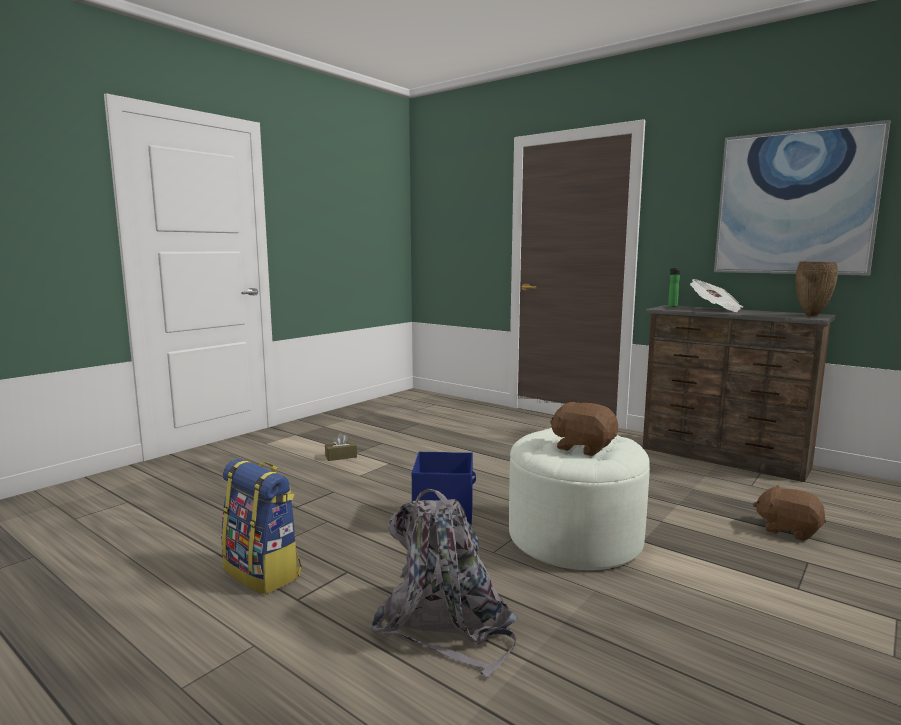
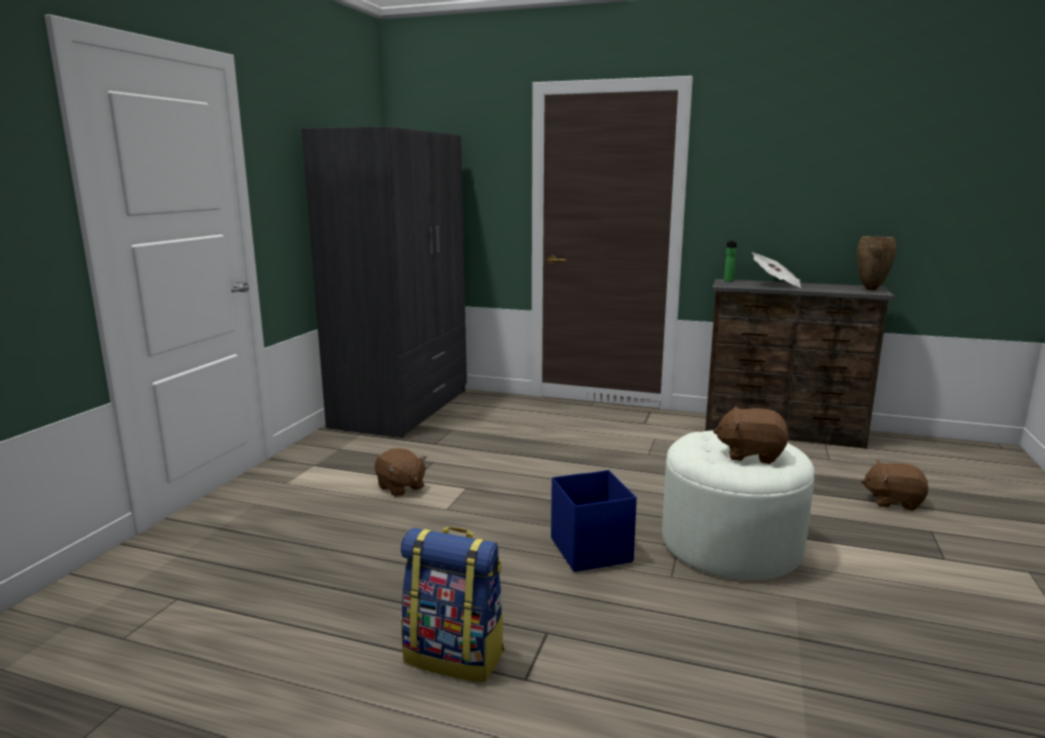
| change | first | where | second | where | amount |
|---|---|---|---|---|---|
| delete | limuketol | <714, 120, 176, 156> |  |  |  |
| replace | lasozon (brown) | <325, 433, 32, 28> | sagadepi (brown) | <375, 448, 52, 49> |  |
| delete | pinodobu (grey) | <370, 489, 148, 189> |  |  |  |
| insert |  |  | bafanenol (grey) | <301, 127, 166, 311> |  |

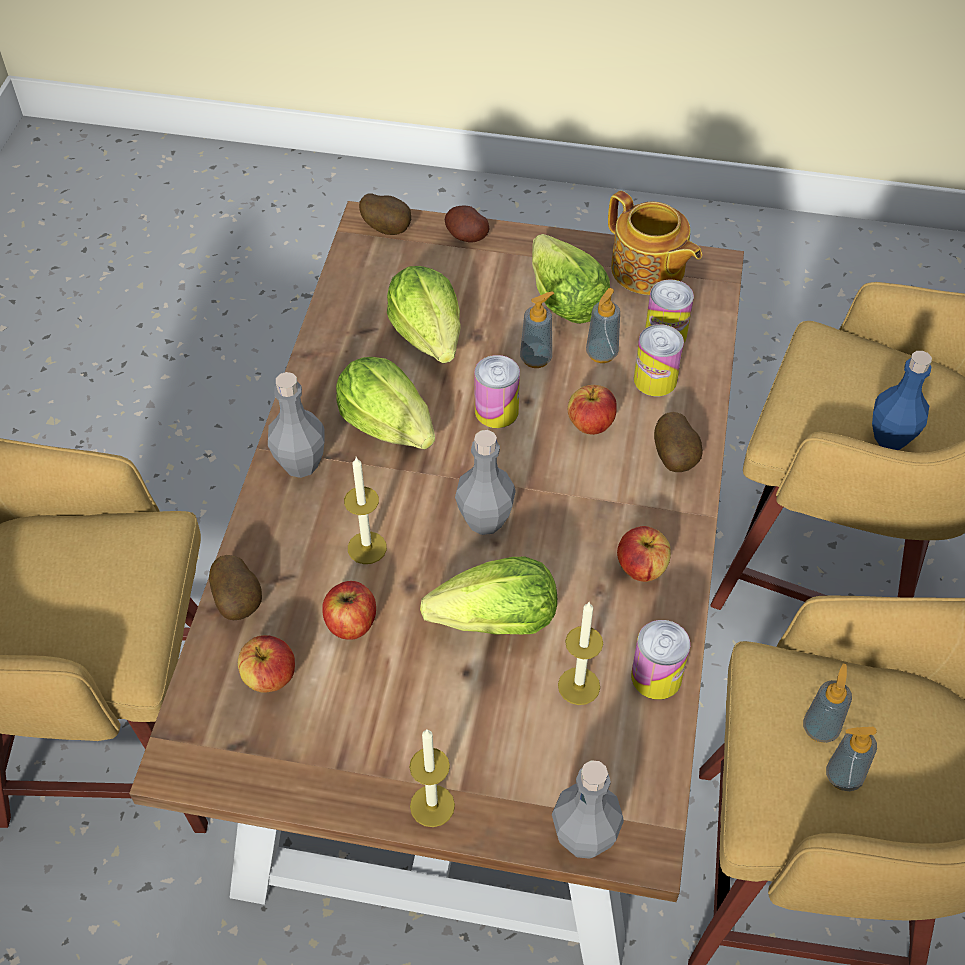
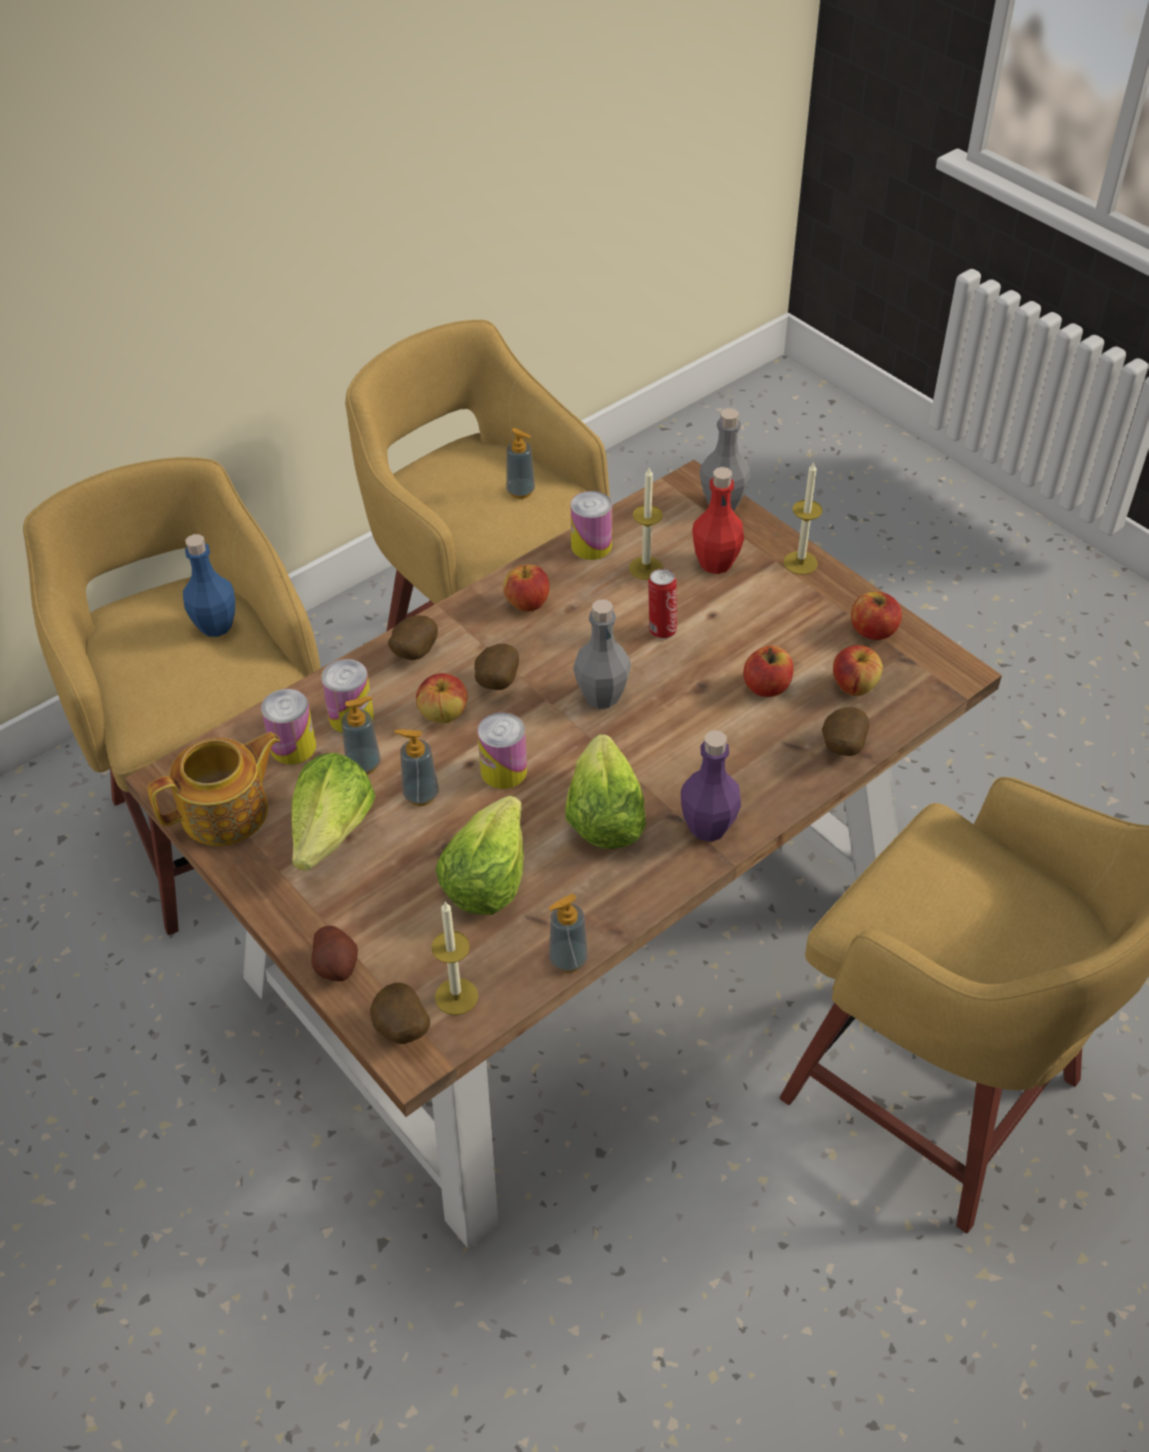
| change | first | where | second | where | amount |
|---|---|---|---|---|---|
| rotate | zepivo | <608, 191, 94, 104> |  | <147, 732, 134, 114> | 60 degrees clockwise |
| recolor | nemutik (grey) | <268, 372, 57, 106> | nemutik (purple) | <681, 730, 60, 112> |  |
| move | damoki | <344, 457, 43, 107> |  | <431, 901, 47, 114> |  |
| replace | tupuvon | <420, 557, 137, 78> | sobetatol | <648, 569, 29, 70> |  |
| move | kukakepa | <803, 664, 49, 79> |  | <548, 894, 40, 79> |  |
| insert |  |  | nemutik (red) | <692, 467, 52, 107> |  |
| insert |  |  | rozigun | <851, 592, 51, 48> |  |
| insert |  |  | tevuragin | <474, 644, 45, 46> |  |

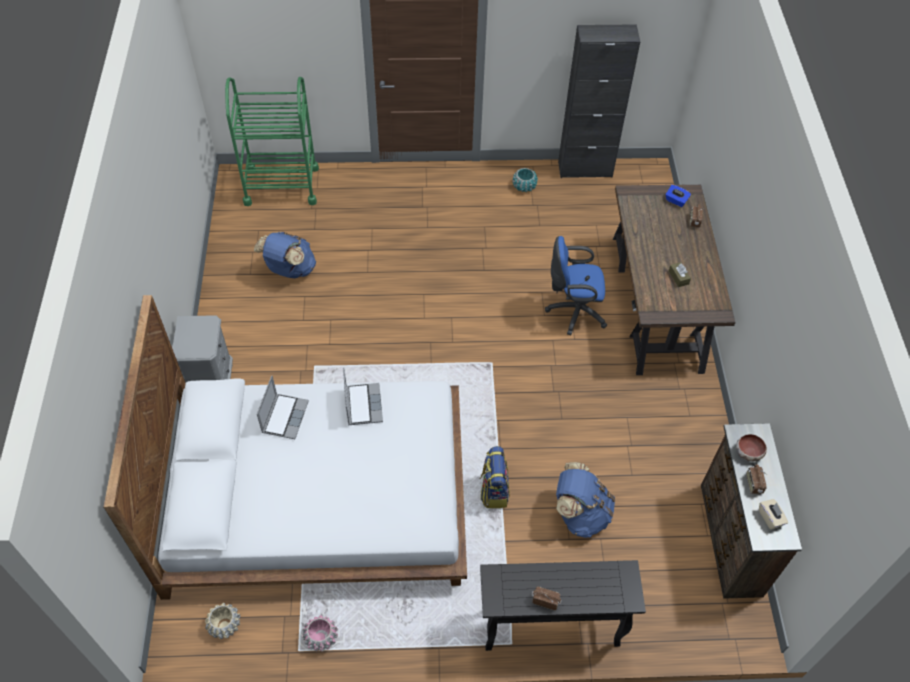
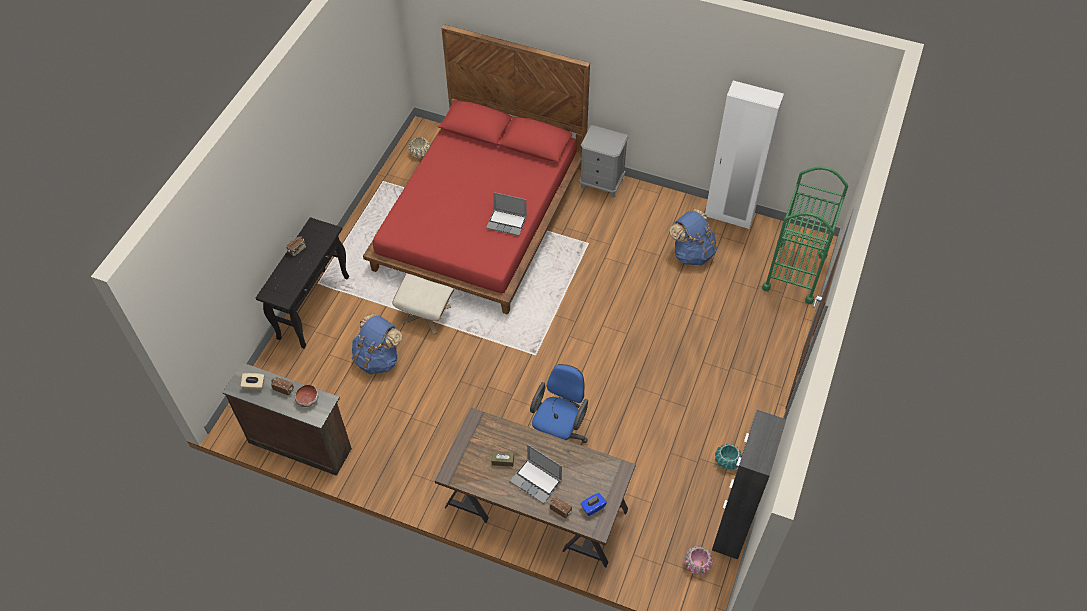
| change | first | where | second | where | amount |
|---|---|---|---|---|---|
| recolor | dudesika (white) | <103, 295, 364, 305> | dudesika (red) | <363, 24, 227, 291> |  |
| move | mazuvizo | <257, 376, 52, 63> |  | <510, 444, 52, 60> |  |
| replace | pinodobu | <480, 446, 30, 62> | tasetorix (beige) | <392, 274, 62, 60> |  |
| move | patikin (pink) | <303, 615, 35, 37> |  | <684, 546, 29, 29> |  |
| insert |  |  | bafanenol (white) | <705, 81, 79, 148> |  |

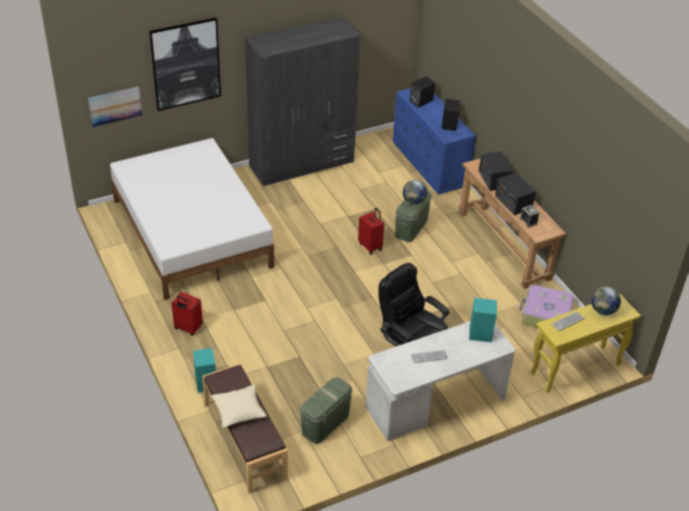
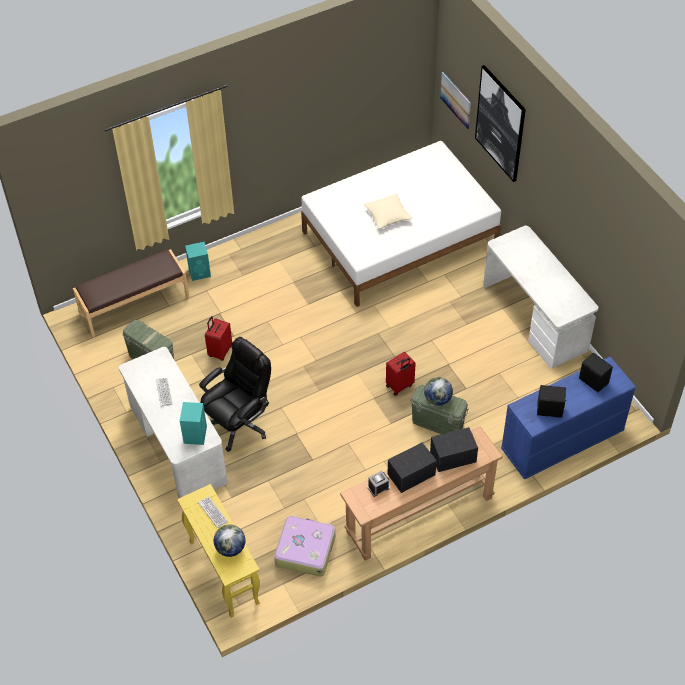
| change | first | where | second | where | amount |
|---|---|---|---|---|---|
| replace | bafanenol (grey) | <245, 17, 115, 170> | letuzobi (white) | <483, 226, 116, 143> |  |
| move | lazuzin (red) | <172, 292, 31, 44> |  | <205, 316, 27, 45> |  |
| move | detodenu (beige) | <212, 384, 54, 44> |  | <364, 193, 48, 36> |  |

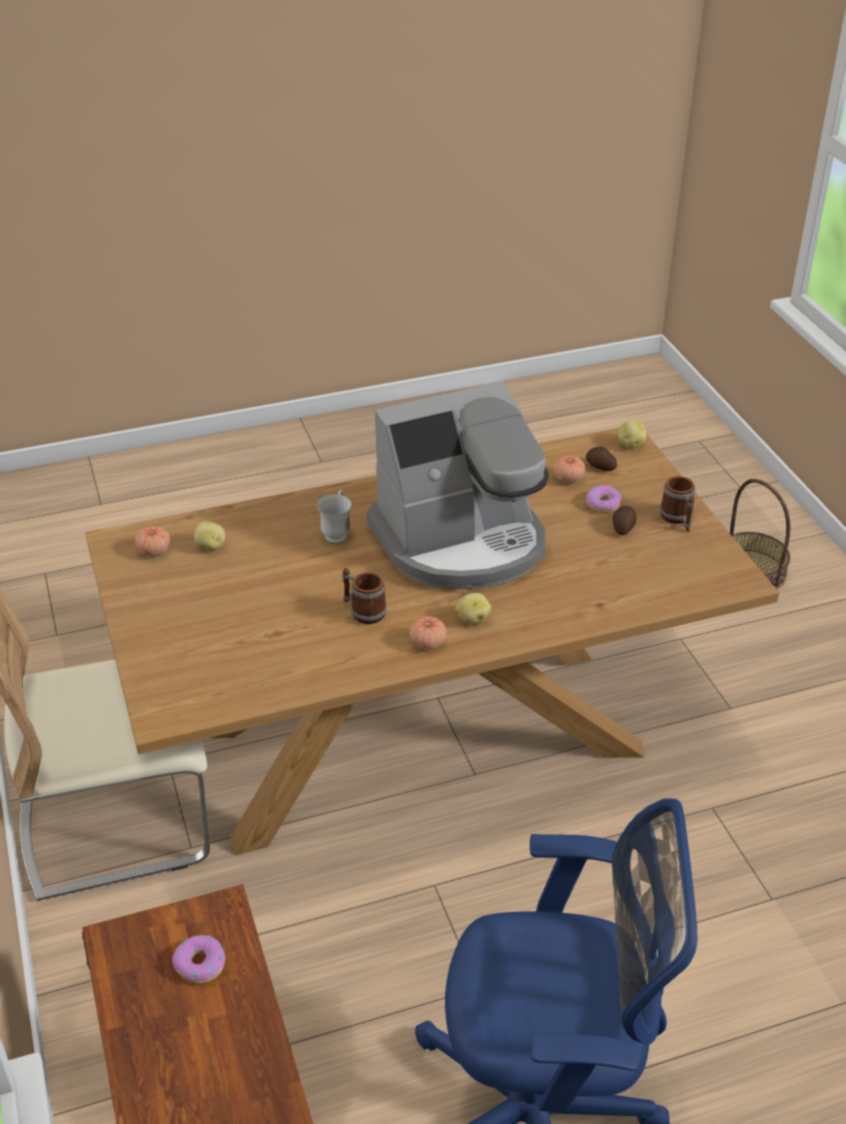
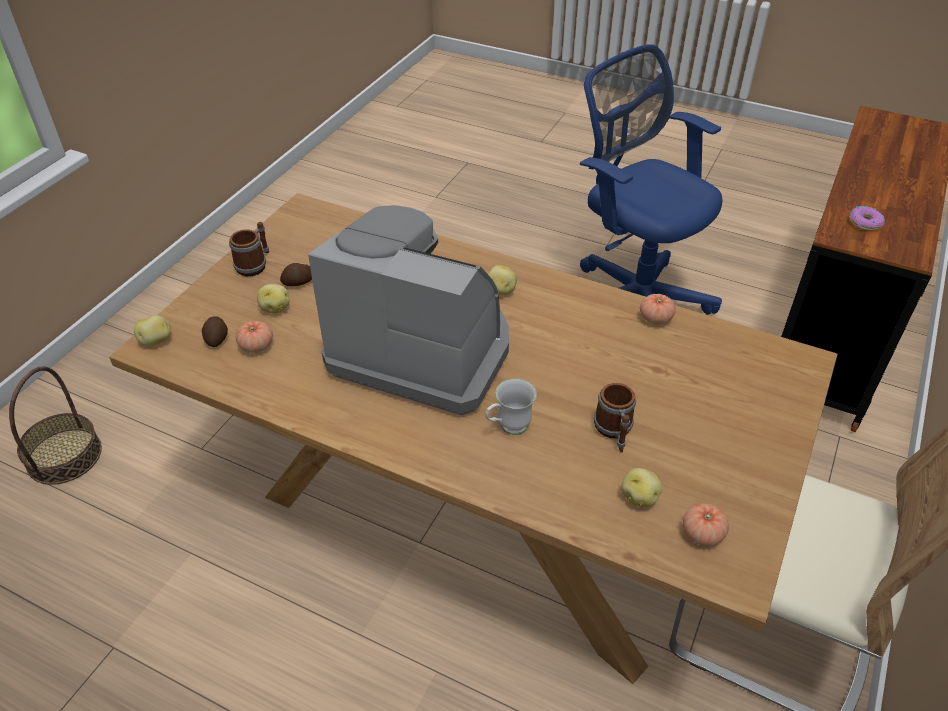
| change | first | where | second | where | amount |
|---|---|---|---|---|---|
| replace | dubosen | <586, 485, 35, 27> | tevuragin | <257, 284, 32, 30> |  |
| move | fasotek | <342, 568, 45, 56> |  | <594, 383, 42, 70> |  |
| move | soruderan | <409, 616, 38, 33> |  | <640, 294, 36, 30> |  |

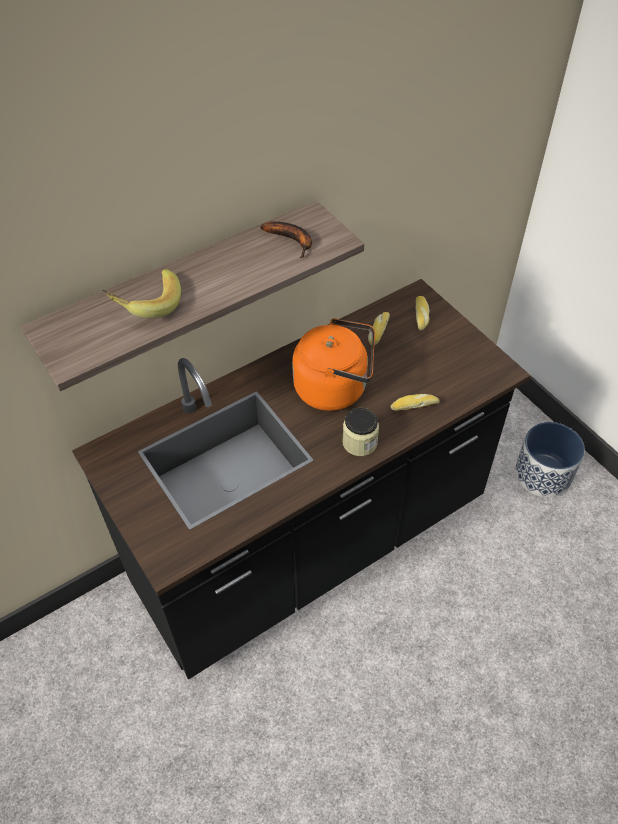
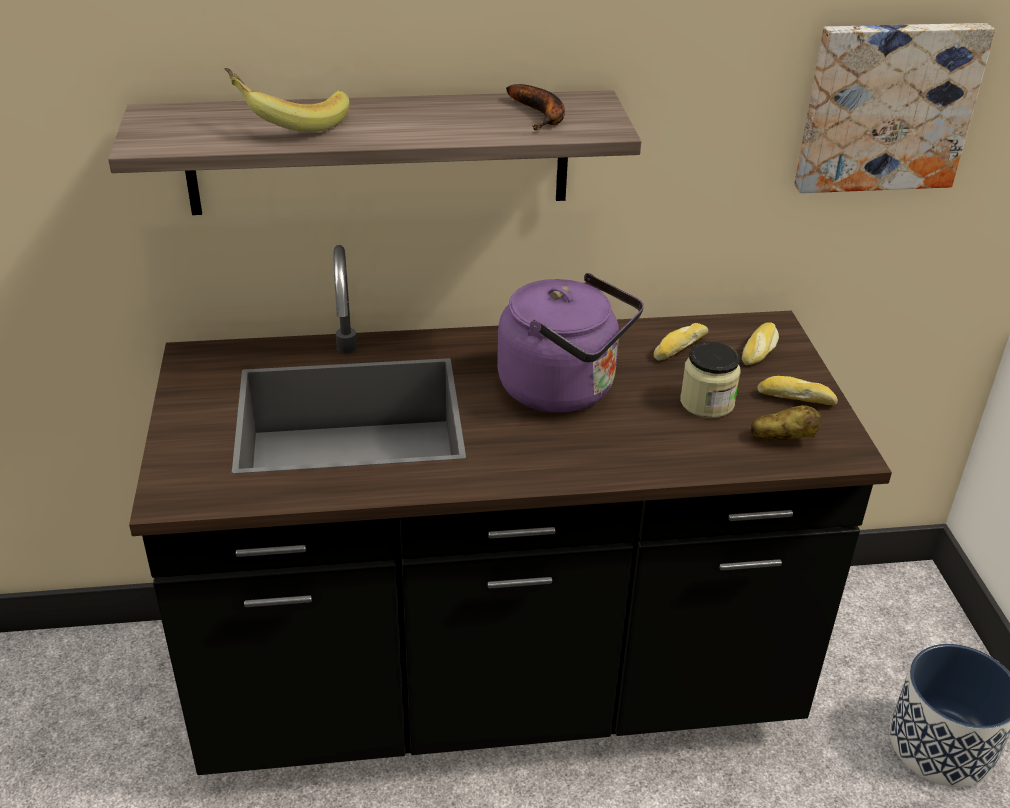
| change | first | where | second | where | amount |
|---|---|---|---|---|---|
| recolor | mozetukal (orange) | <292, 318, 83, 93> | mozetukal (purple) | <497, 273, 147, 140> |  |
| move | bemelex | <391, 394, 49, 17> |  | <758, 376, 80, 29> |  |
| move | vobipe | <342, 408, 37, 48> |  | <680, 342, 61, 76> |  |
| insert |  |  | limuketol | <794, 23, 202, 170> |  |
| insert |  |  | tevuragin | <751, 405, 71, 35> |  |

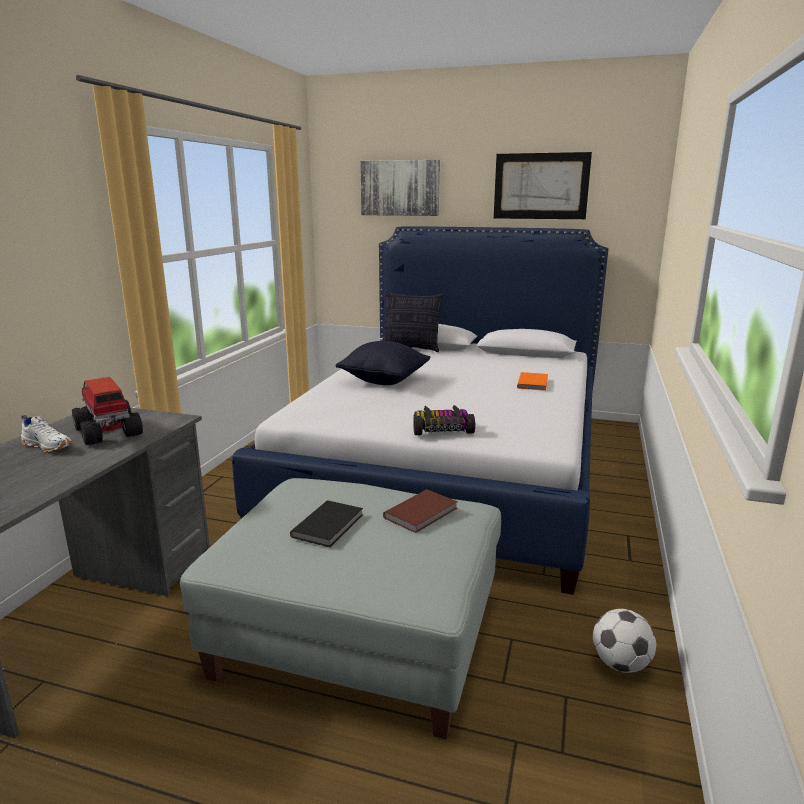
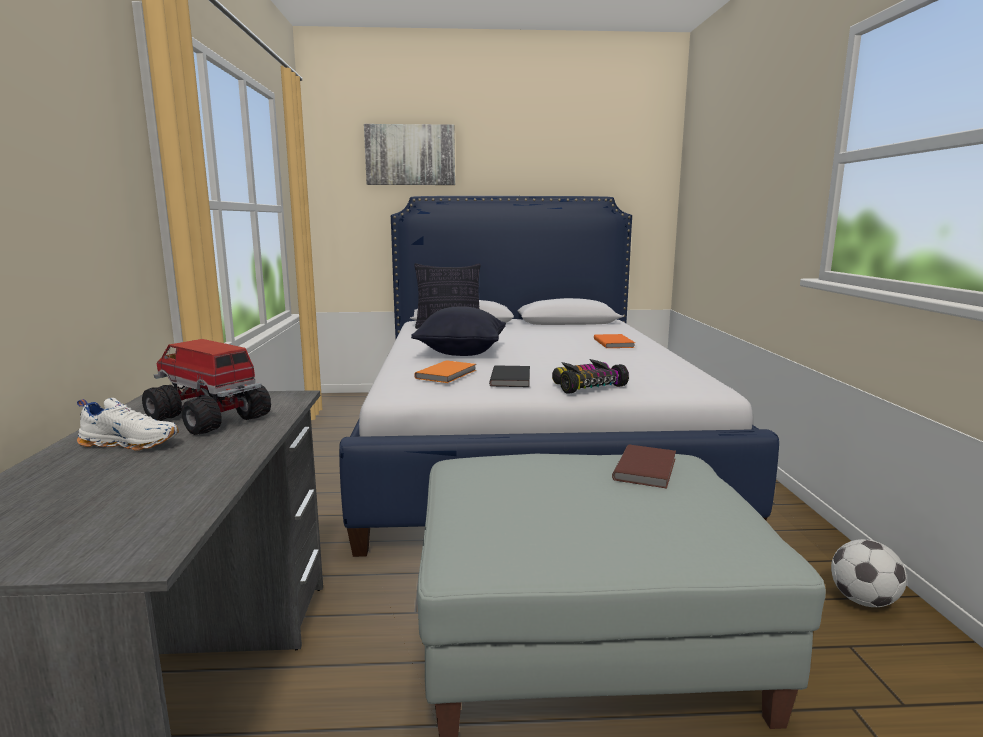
| change | first | where | second | where | amount |
|---|---|---|---|---|---|
| delete | limuketol | <494, 152, 98, 67> |  |  |  |
| move | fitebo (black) | <290, 500, 73, 47> |  | <489, 365, 41, 22> |  |
| insert |  |  | fitebo (orange) | <414, 360, 62, 23> |  |

